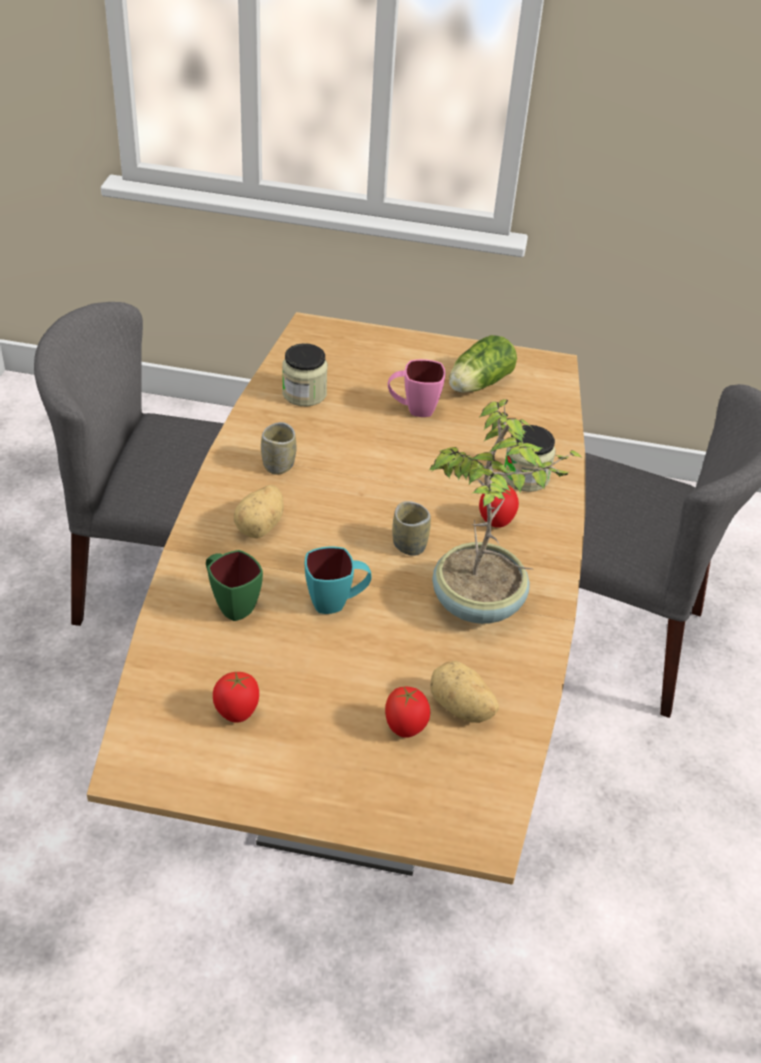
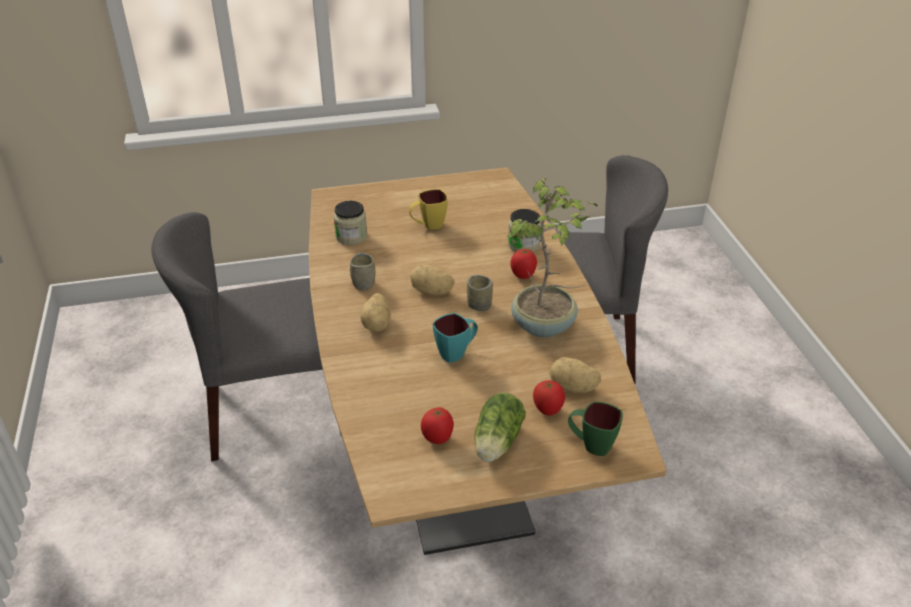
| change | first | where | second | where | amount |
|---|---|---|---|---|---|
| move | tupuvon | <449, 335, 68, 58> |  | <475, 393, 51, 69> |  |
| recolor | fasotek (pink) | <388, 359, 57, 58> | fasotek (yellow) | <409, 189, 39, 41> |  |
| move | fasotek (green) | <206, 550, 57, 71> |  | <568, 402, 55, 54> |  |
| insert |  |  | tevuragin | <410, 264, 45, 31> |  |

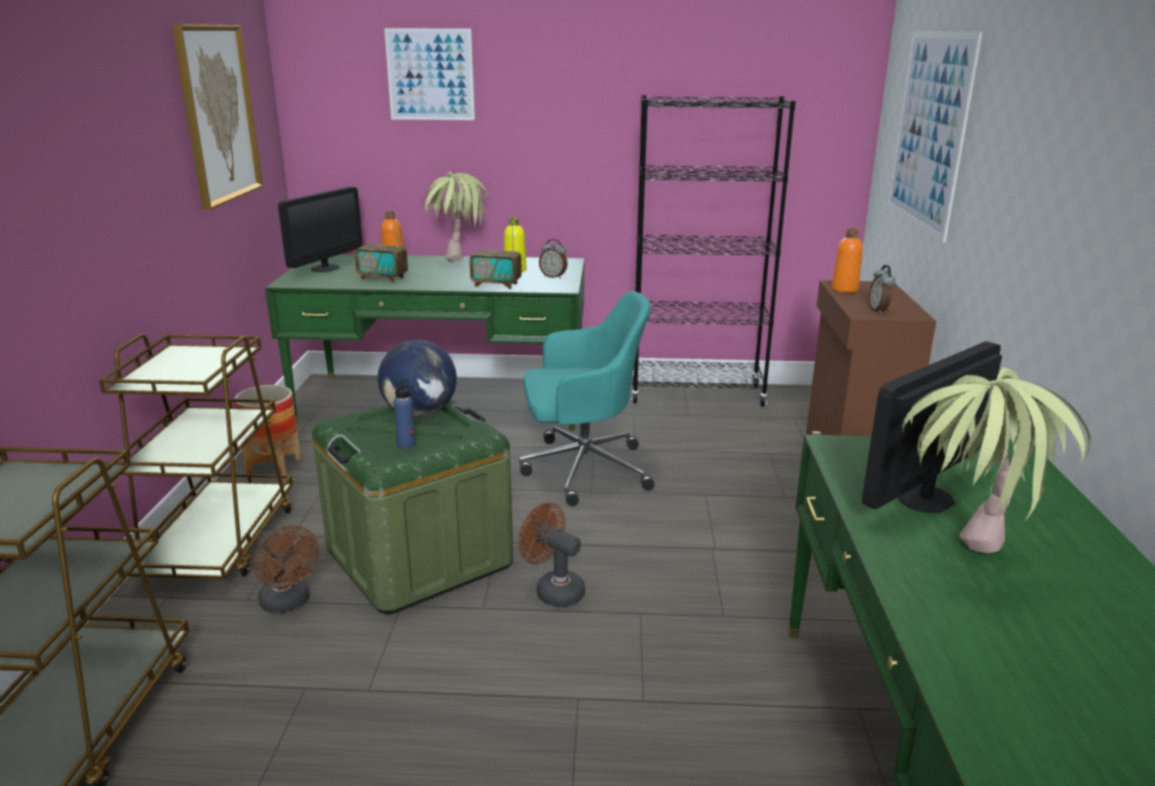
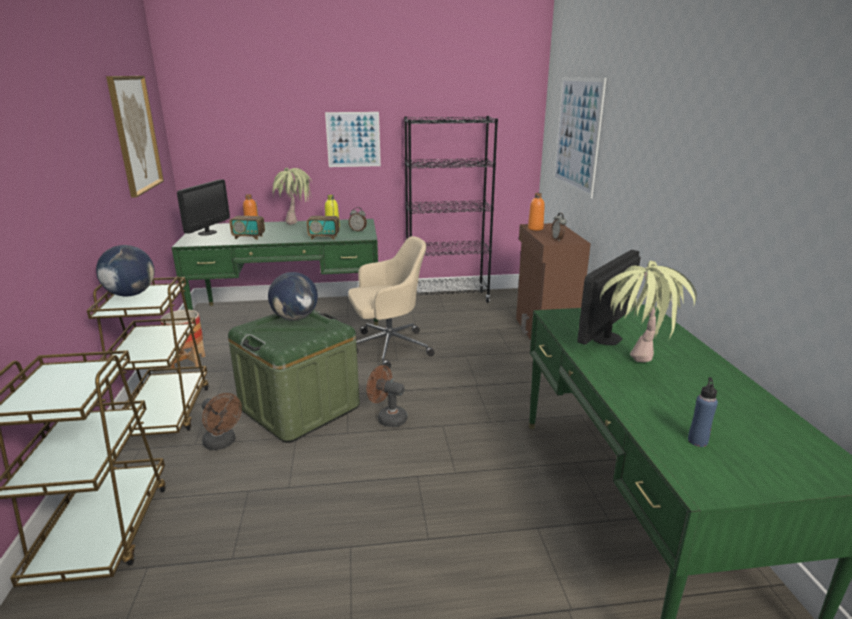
| change | first | where | second | where | amount |
|---|---|---|---|---|---|
| move | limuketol | <384, 28, 91, 92> |  | <325, 112, 56, 55> |  |
| recolor | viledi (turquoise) | <519, 291, 135, 215> | viledi (beige) | <348, 236, 87, 134> |  |
| move | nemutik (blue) | <393, 378, 23, 71> |  | <688, 377, 30, 70> |  |
| insert |  |  | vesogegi | <96, 245, 59, 52> |  |

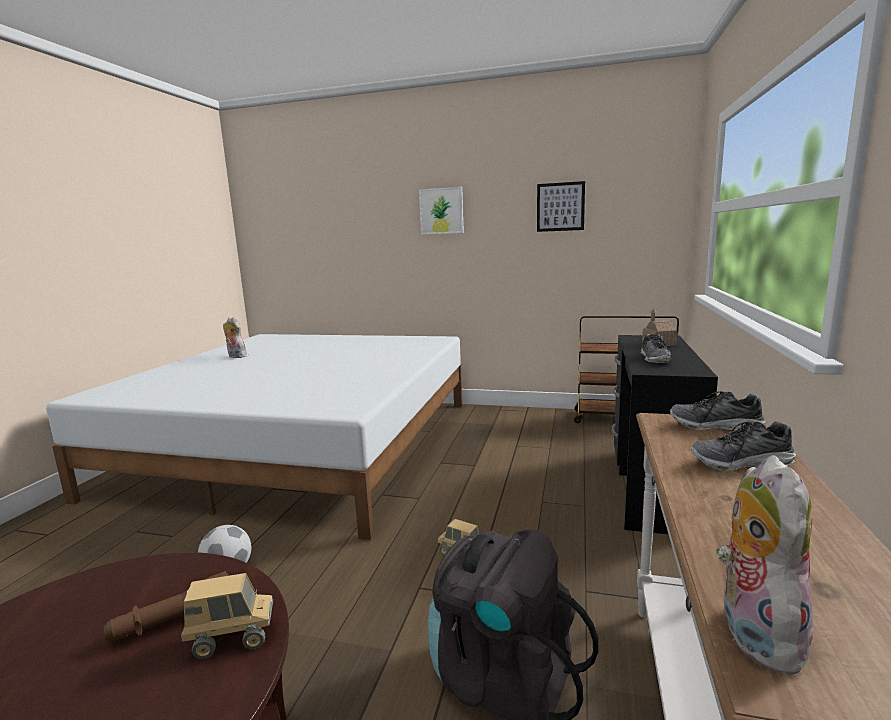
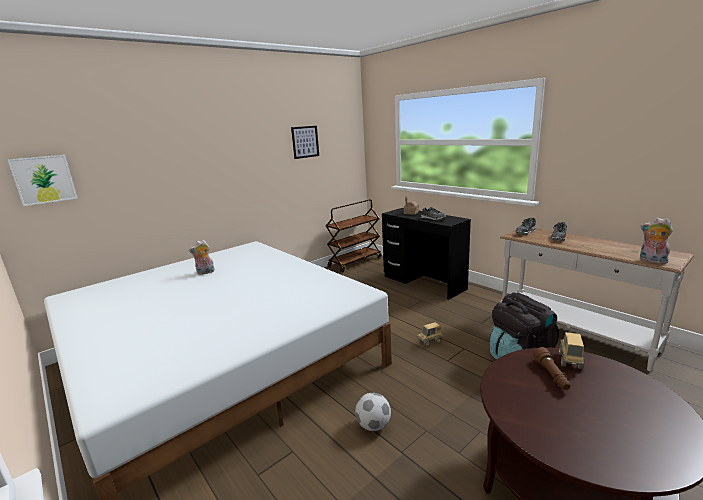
| change | first | where | second | where | amount |
|---|---|---|---|---|---|
| move | limuketol | <419, 187, 45, 47> |  | <8, 155, 70, 51> |  |
| move | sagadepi | <223, 317, 24, 41> |  | <189, 240, 26, 35> |  |

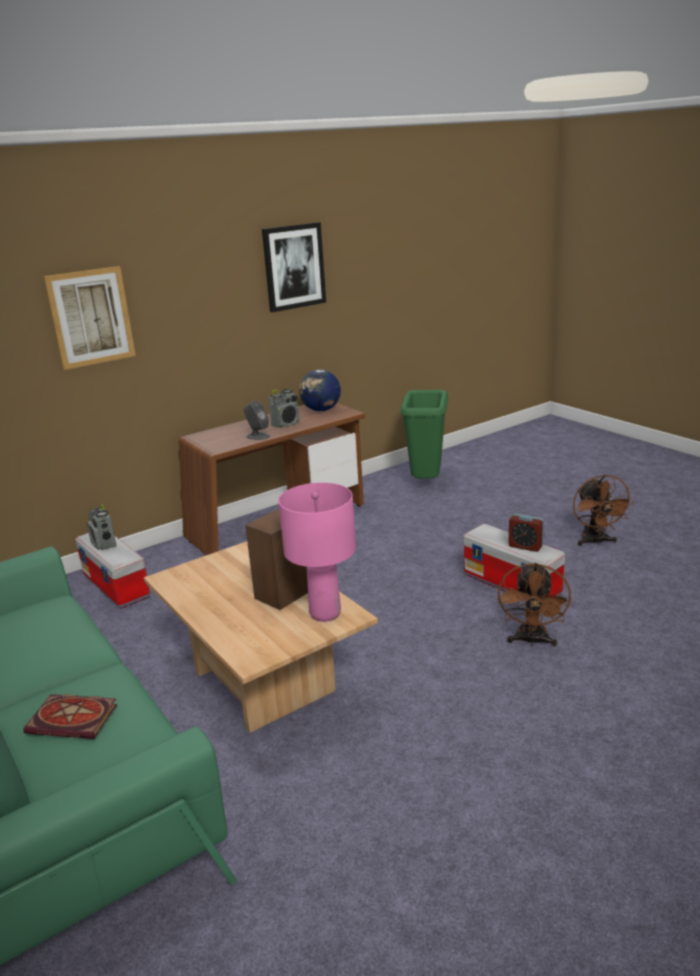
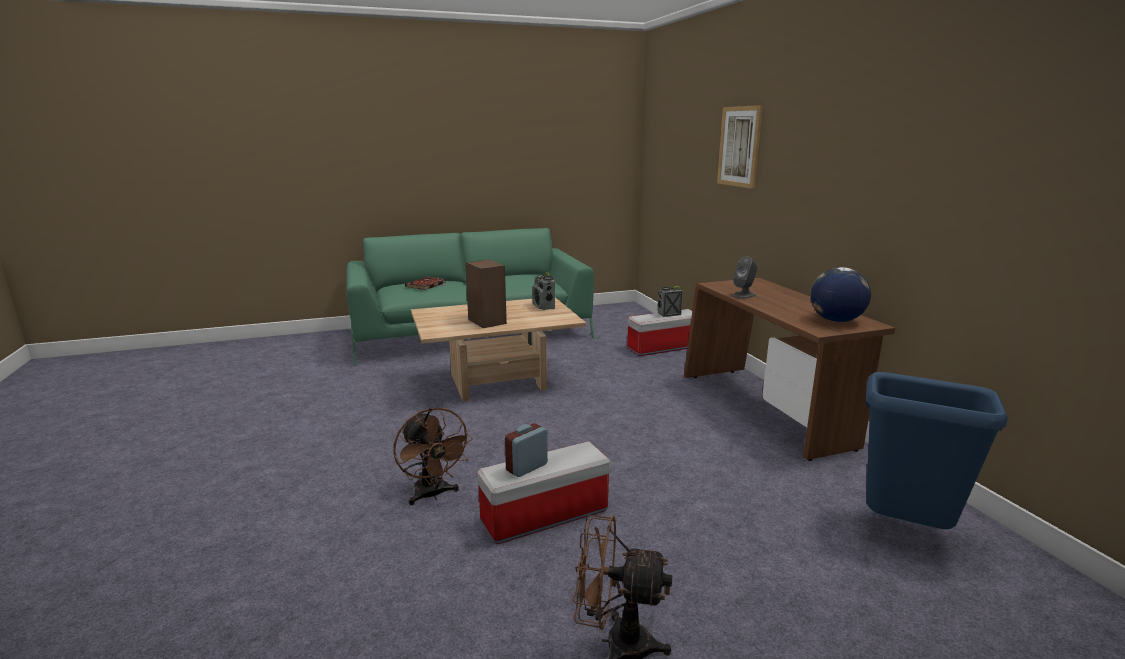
| change | first | where | second | where | amount |
|---|---|---|---|---|---|
| delete | limuketol | <262, 222, 64, 90> |  |  |  |
| move | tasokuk | <269, 389, 31, 39> |  | <532, 272, 23, 38> |  |
| recolor | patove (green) | <400, 390, 48, 88> | patove (blue) | <866, 372, 142, 157> |  |
| delete | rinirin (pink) | <278, 483, 78, 139> |  |  |  |
| rotate | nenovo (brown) | <497, 563, 74, 84> |  | <393, 408, 79, 97> | 150 degrees counterclockwise |

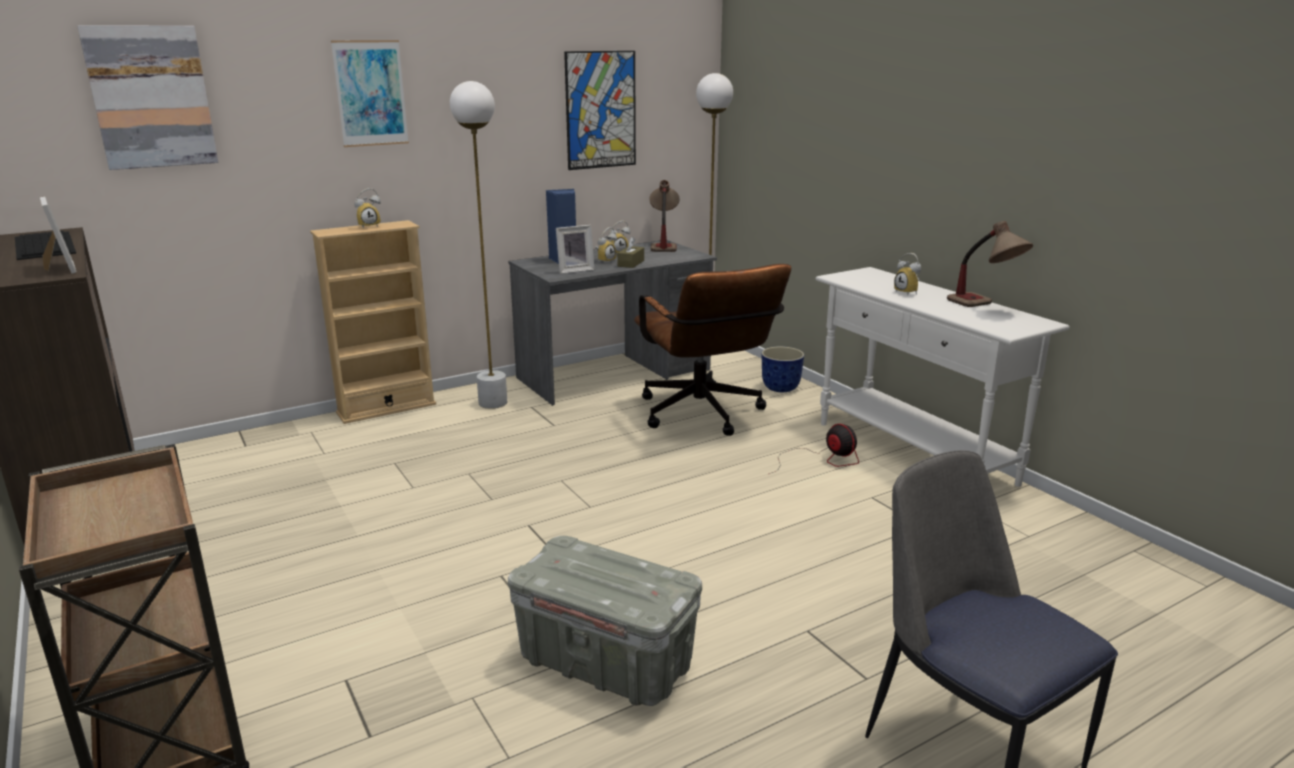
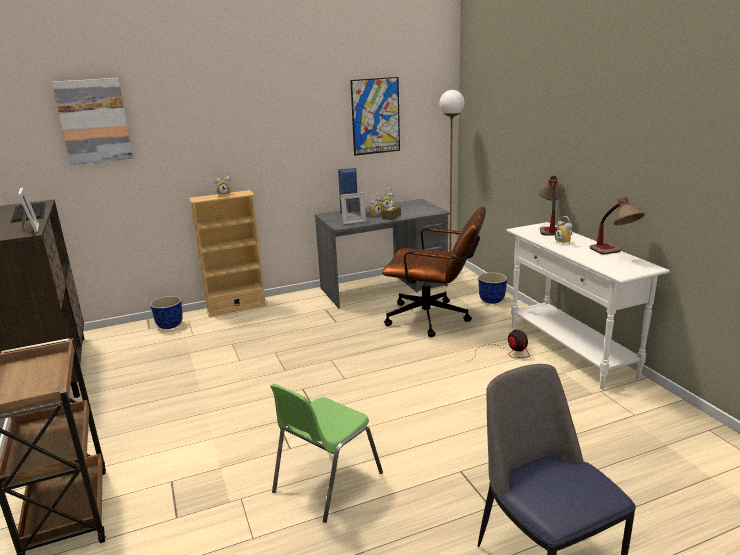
| change | first | where | second | where | amount |
|---|---|---|---|---|---|
| delete | limuketol | <331, 40, 78, 107> |  |  |  |
| delete | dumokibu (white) | <450, 81, 57, 328> |  |  |  |
| move | rinirin | <649, 180, 30, 72> |  | <539, 175, 25, 61> |  |
| rotate | viledi (brown) | <634, 264, 157, 172> |  | <382, 207, 104, 130> | 60 degrees counterclockwise |
| replace | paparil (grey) | <508, 536, 194, 170> | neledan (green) | <270, 383, 113, 140> |  |
| insert |  |  | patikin | <150, 296, 33, 33> |  |

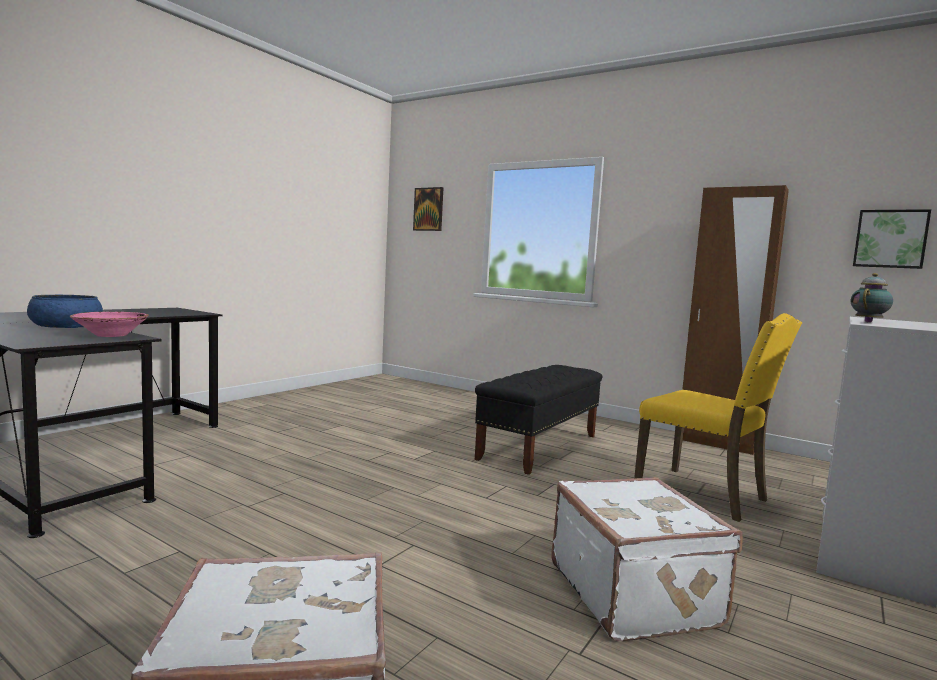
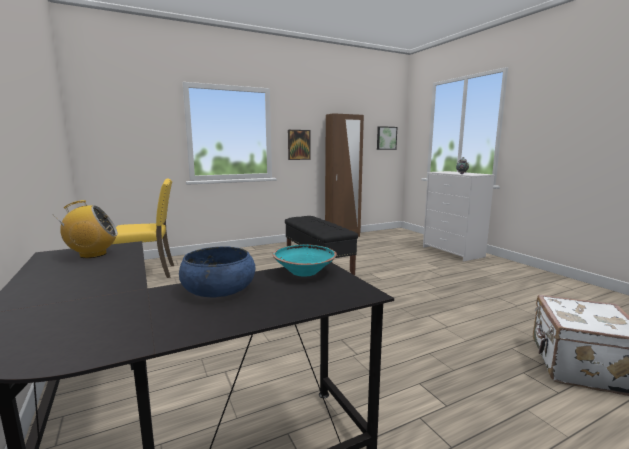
| change | first | where | second | where | amount |
|---|---|---|---|---|---|
| move | limuketol | <413, 187, 31, 44> |  | <288, 130, 22, 30> |  |
| recolor | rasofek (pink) | <70, 312, 79, 25> | rasofek (turquoise) | <272, 244, 65, 33> |  |
| move | neledan (yellow) | <634, 313, 168, 209> |  | <112, 179, 62, 99> |  |
| delete | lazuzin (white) | <551, 477, 192, 164> |  |  |  |
| insert |  |  | tasokuk | <60, 200, 58, 58> |  |

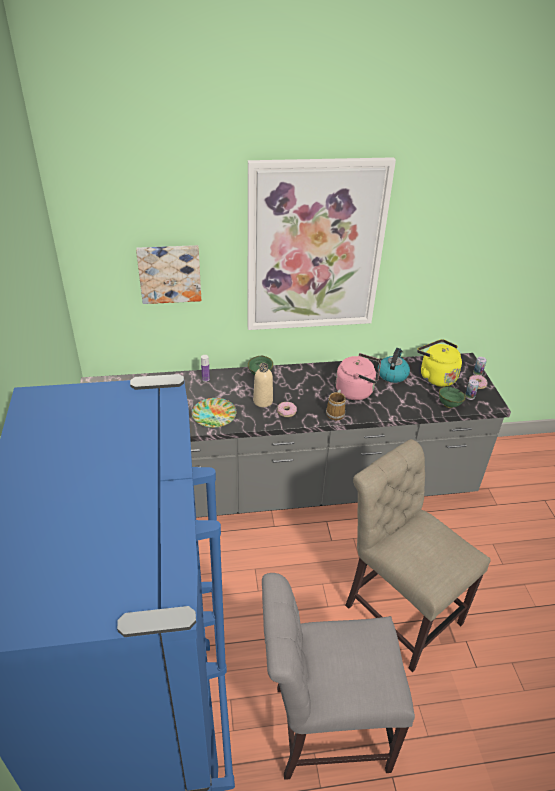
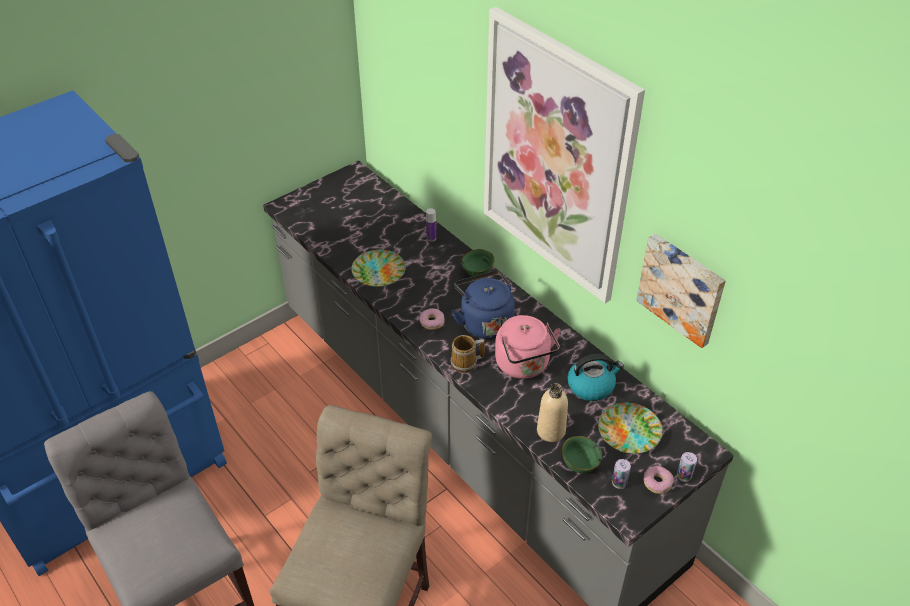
| change | first | where | second | where | amount |
|---|---|---|---|---|---|
| move | limuketol | <136, 245, 65, 59> |  | <636, 234, 90, 114> |  |
| replace | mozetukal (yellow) | <417, 339, 45, 48> | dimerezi | <598, 403, 65, 51> |  |
| move | nemutik (beige) | <253, 363, 20, 44> |  | <537, 383, 31, 59> |  |
| insert |  |  | mozetukal (blue) | <452, 270, 63, 69> |  |

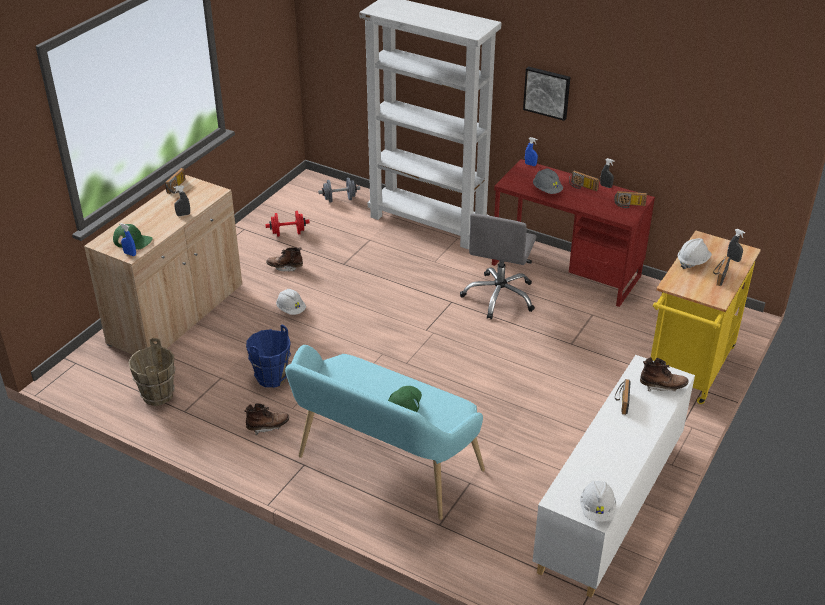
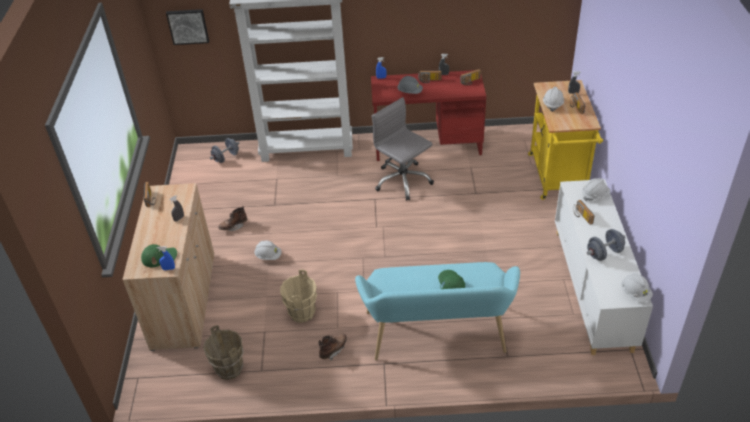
| change | first | where | second | where | amount |
|---|---|---|---|---|---|
| move | limuketol | <523, 67, 47, 54> |  | <166, 9, 43, 36> |  |
| delete | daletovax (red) | <265, 211, 45, 26> |  |  |  |
| rotate | viledi (grey) | <460, 213, 77, 106> |  | <372, 97, 62, 104> | 150 degrees clockwise |
| recolor | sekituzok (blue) | <246, 325, 45, 63> | sekituzok (beige) | <280, 269, 37, 54> |  |
| replace | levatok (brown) | <640, 357, 49, 35> | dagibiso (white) | <582, 178, 28, 23> |  |
| insert |  |  | daletovax (grey) | <587, 229, 39, 32> |  |

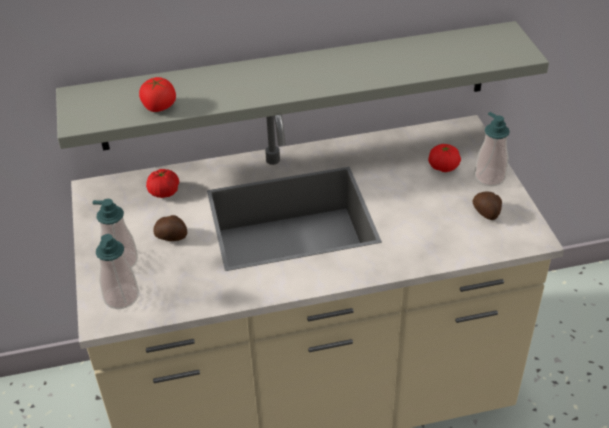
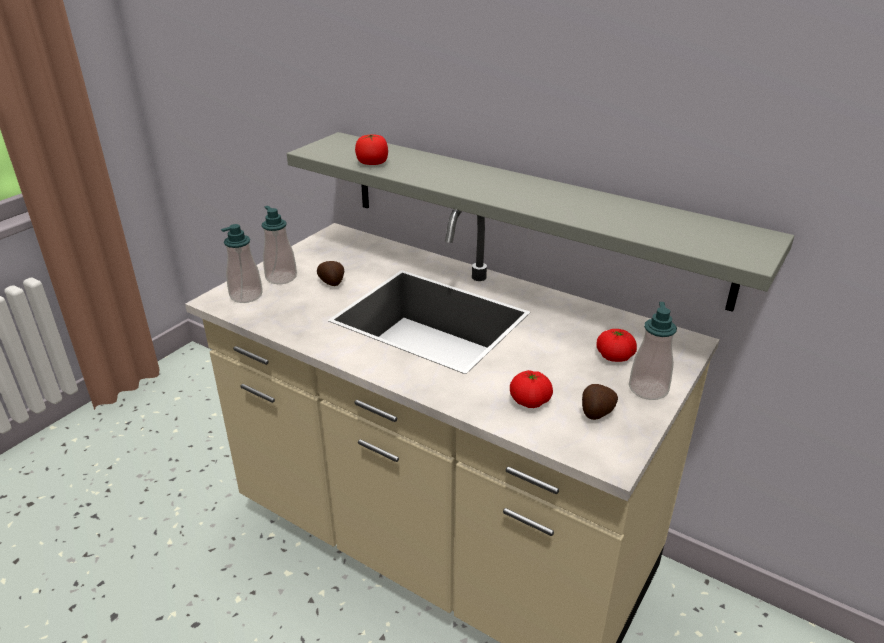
| change | first | where | second | where | amount |
|---|---|---|---|---|---|
| move | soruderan | <146, 169, 33, 29> |  | <510, 370, 43, 38> |  |

